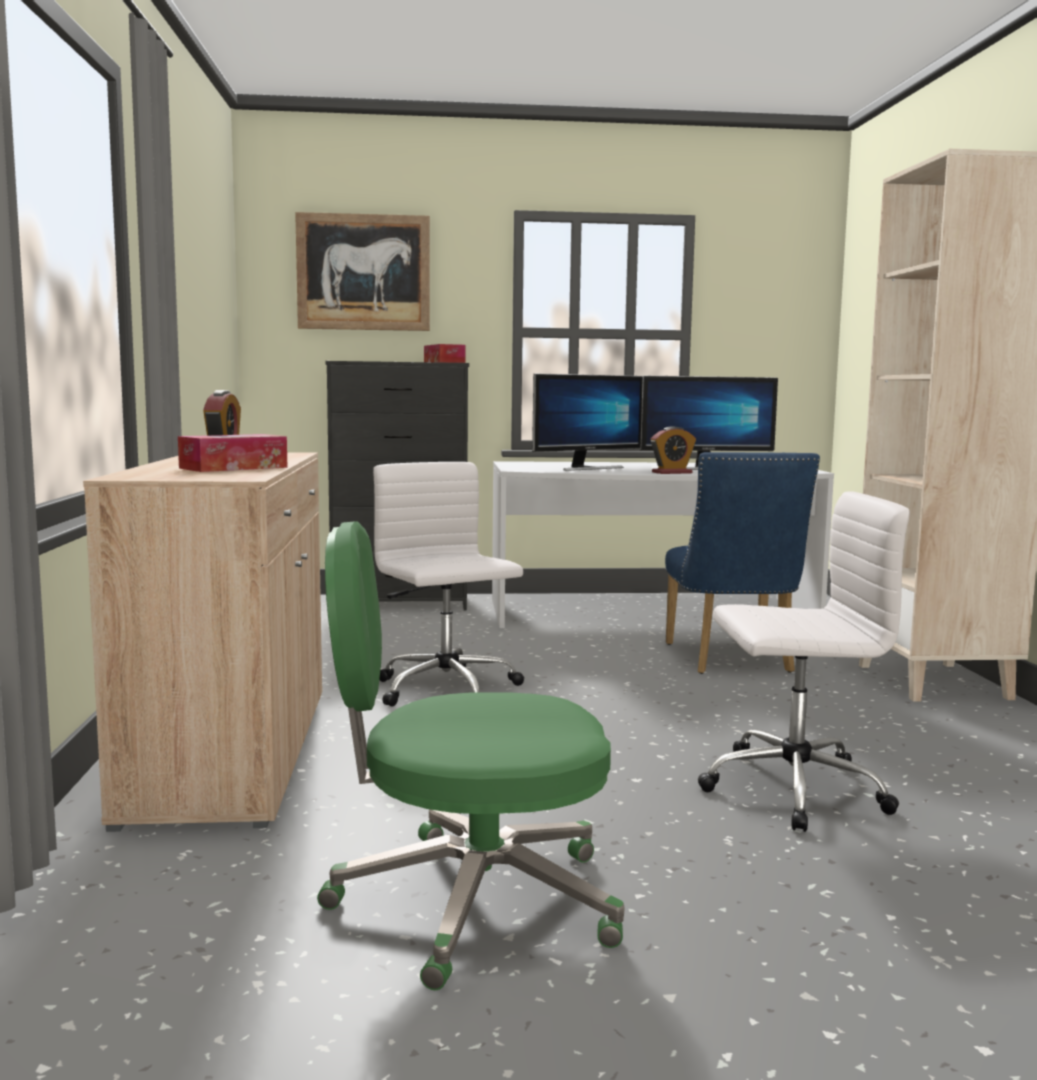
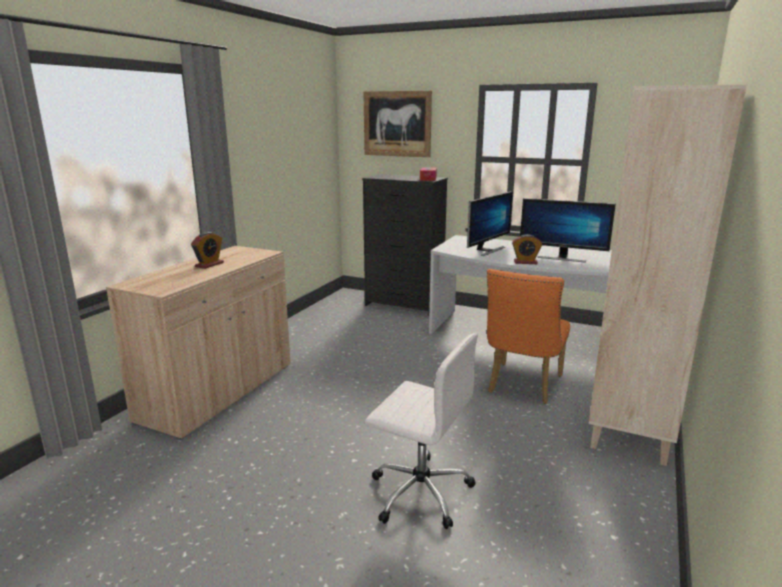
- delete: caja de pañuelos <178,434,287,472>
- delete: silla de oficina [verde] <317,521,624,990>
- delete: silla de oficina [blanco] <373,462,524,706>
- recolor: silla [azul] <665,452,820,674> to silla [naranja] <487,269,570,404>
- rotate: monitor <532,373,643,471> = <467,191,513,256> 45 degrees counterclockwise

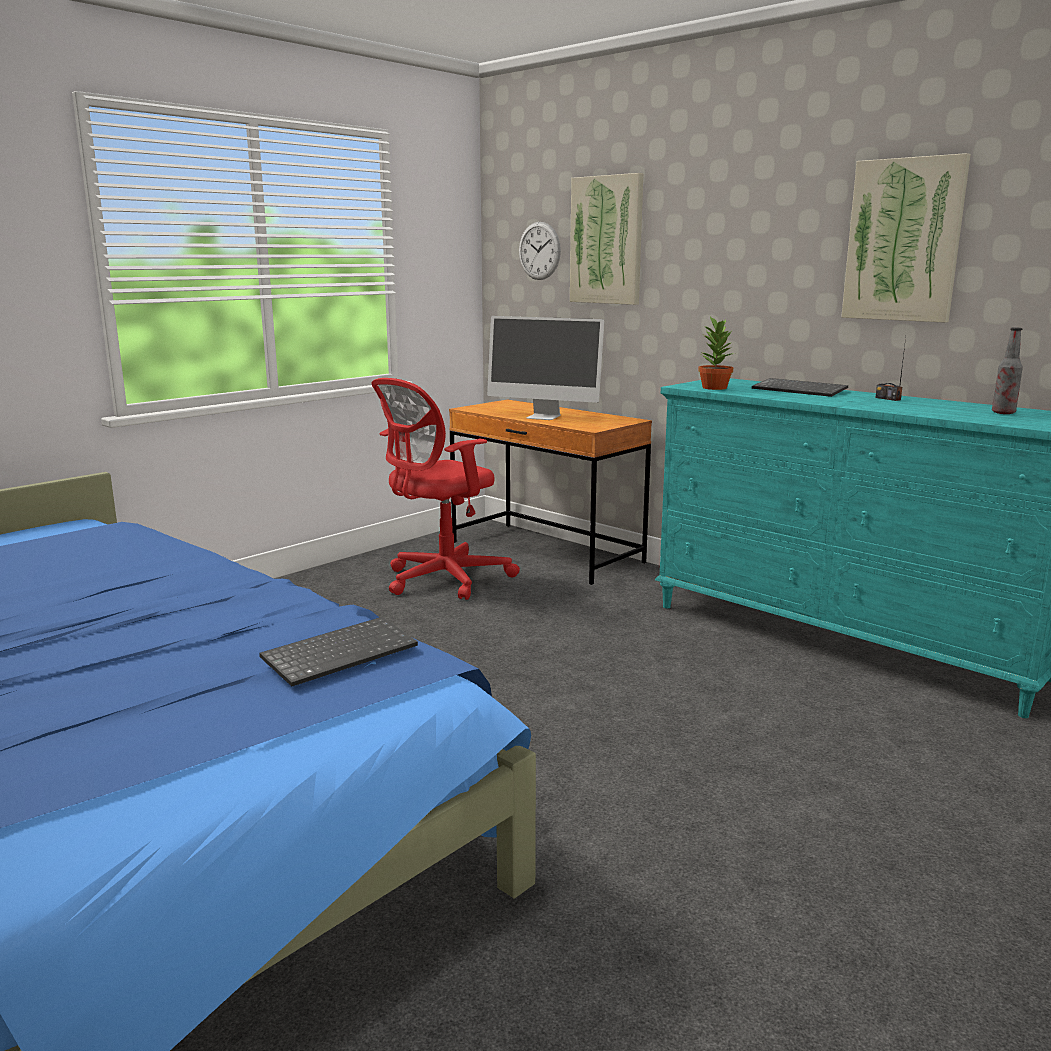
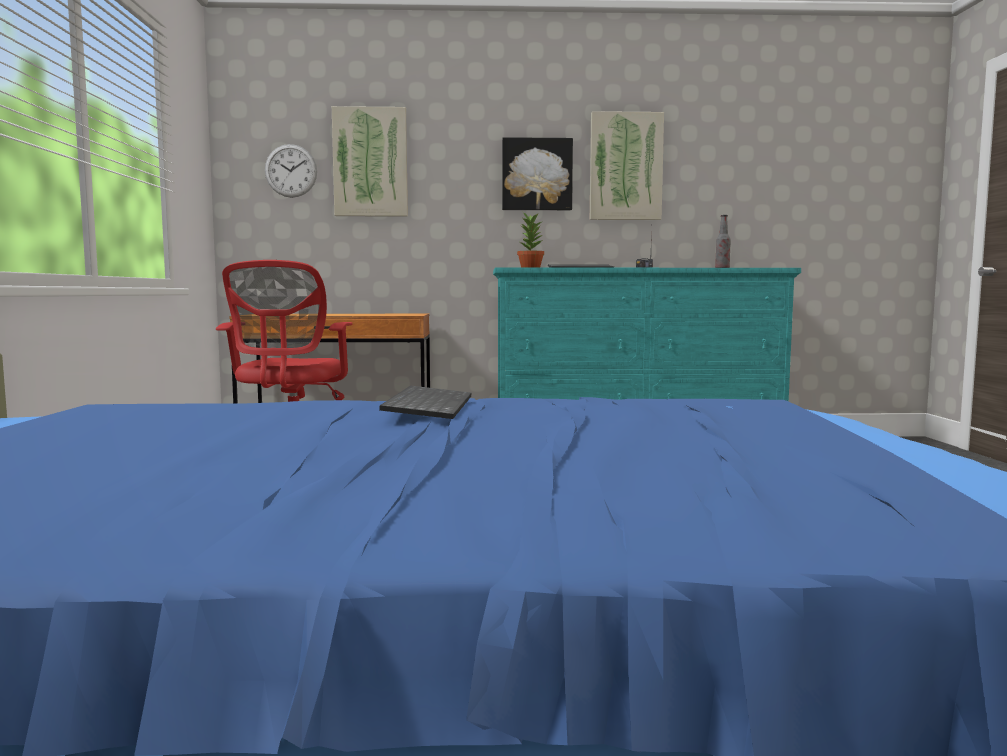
- delete: monitor <487,316,604,420>
- insert: cuadro <502,137,573,210>
- move: teclado <259,617,418,686> to <379,386,471,419>

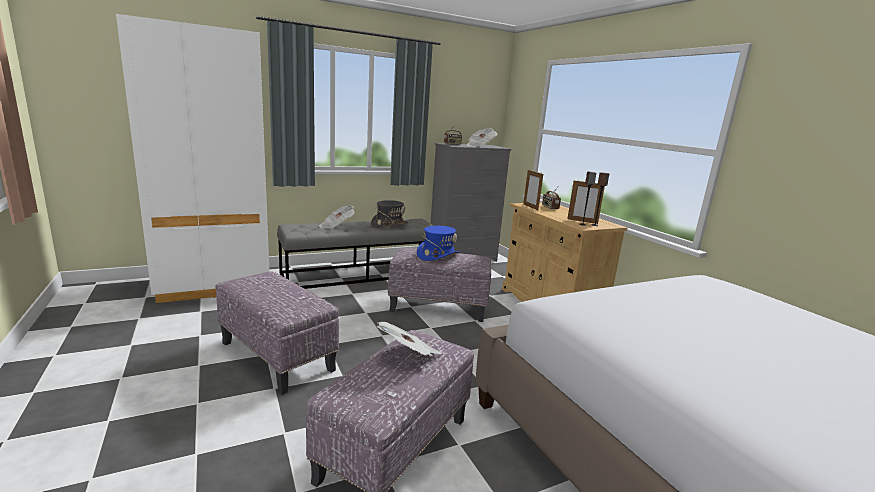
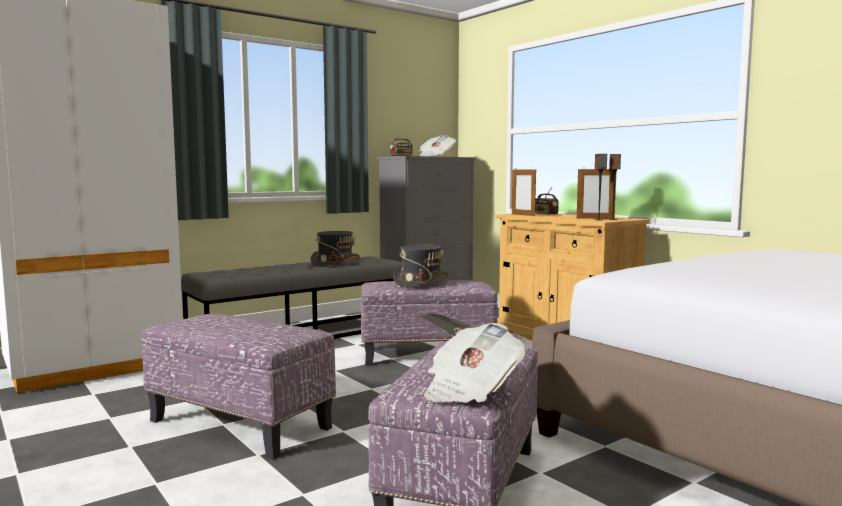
- move: periódico <319,205,355,229> to <424,323,525,403>
- recolor: sombrero [azul] <417,226,460,261> to sombrero [gris] <393,245,449,287>

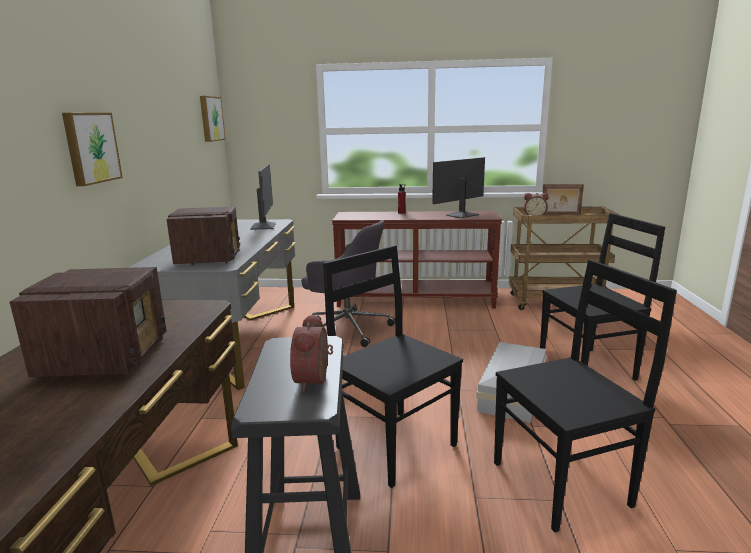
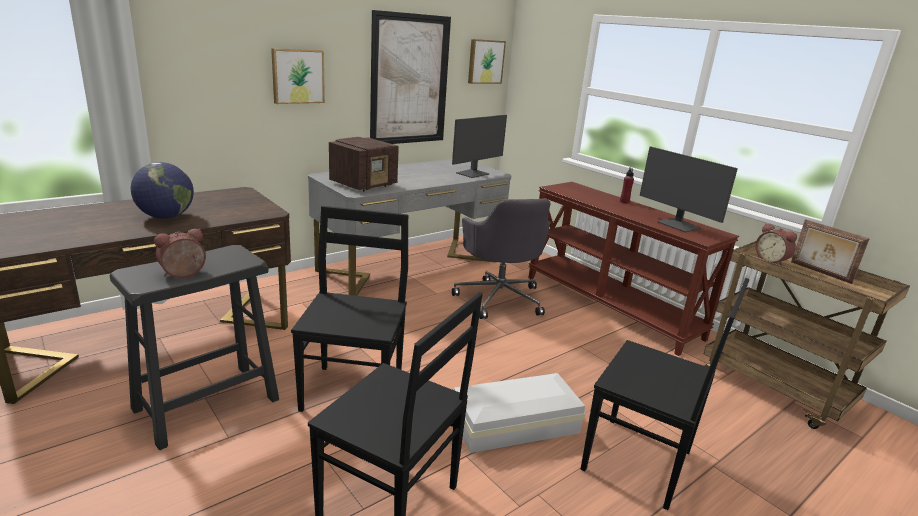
- insert: cuadro <370,10,451,144>
- replace: radio <10,267,166,377> to globo terráqueo <131,162,194,219>
- rotate: monitor <432,157,485,218> = <639,146,738,233> 135 degrees counterclockwise

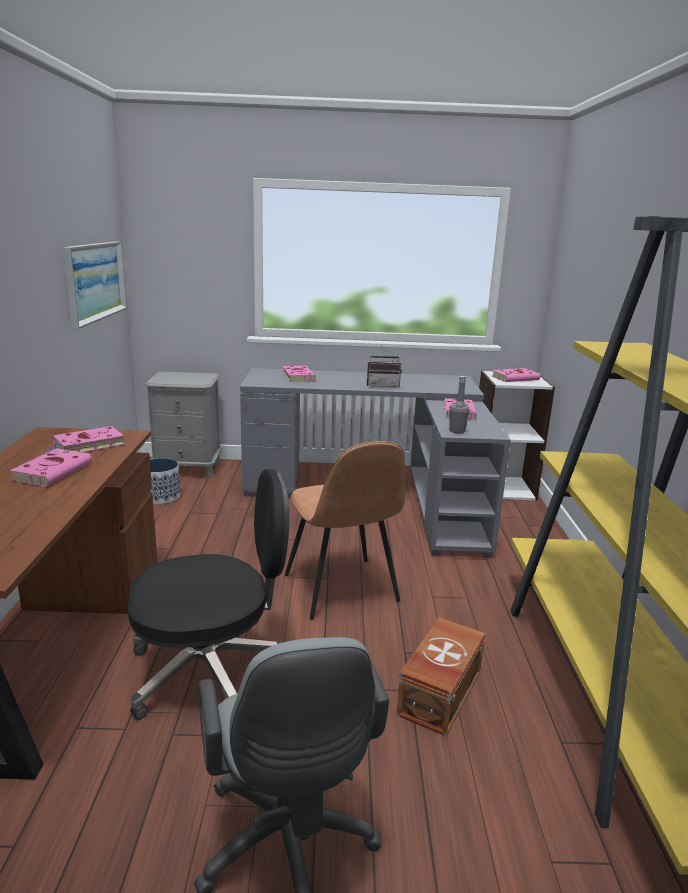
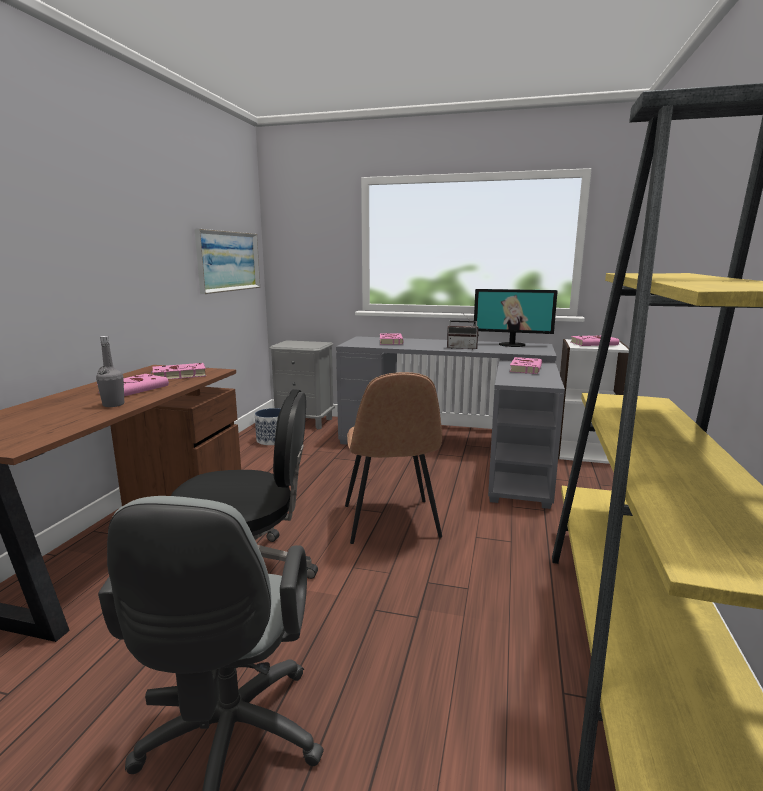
- delete: caja de almacenaje [marrón] <397,618,485,736>
- insert: monitor <474,289,558,347>
- move: botella [gris] <449,376,469,433> to <96,336,124,407>

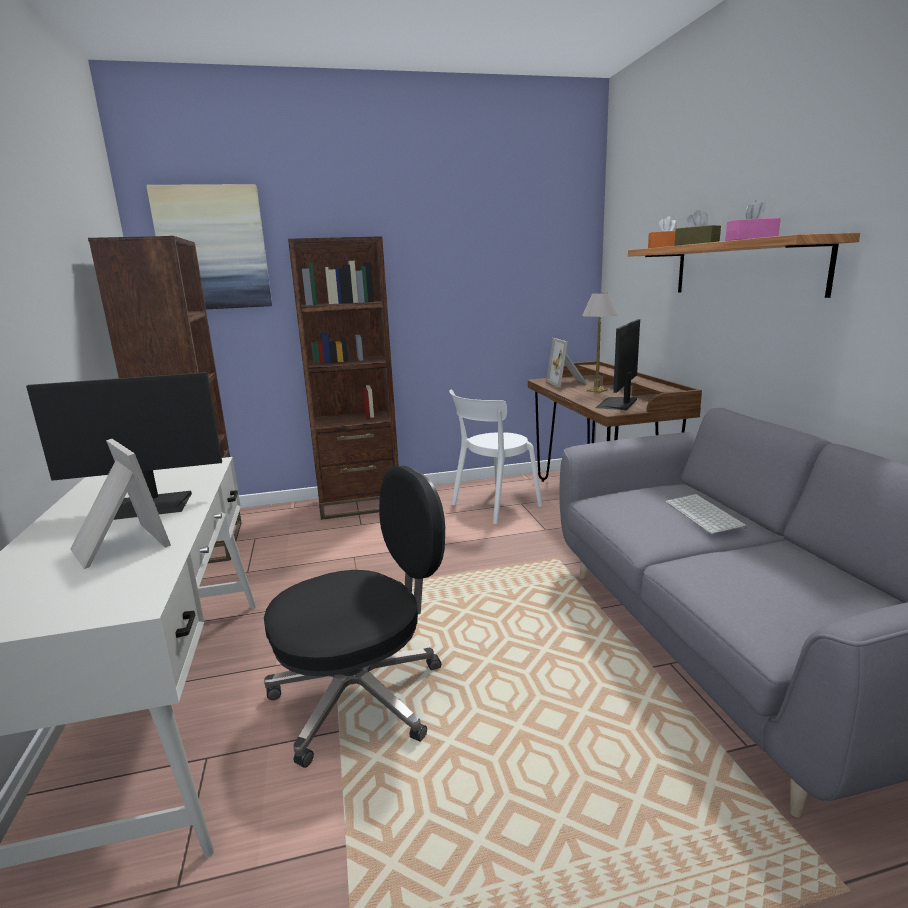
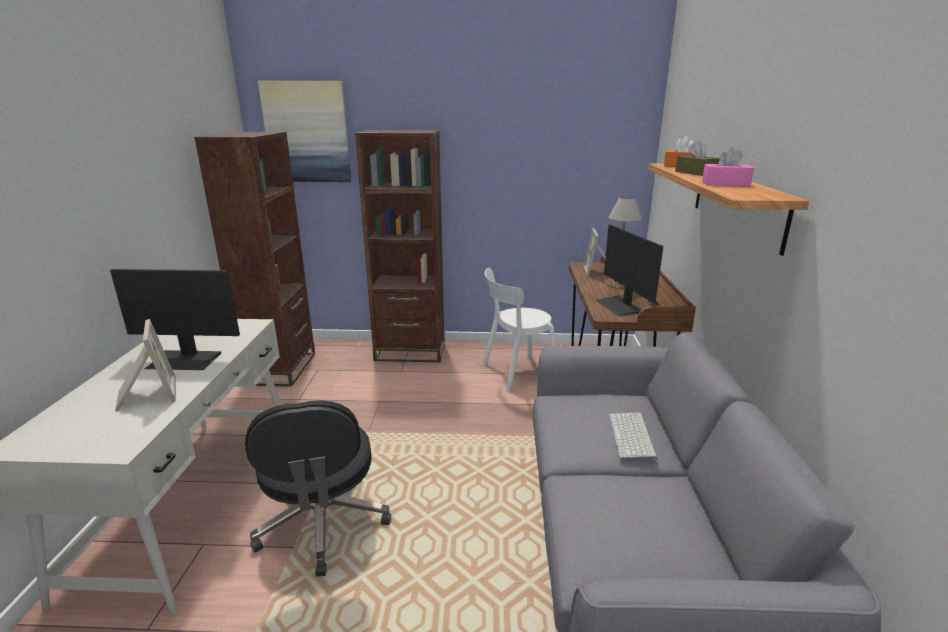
- rotate: silla de oficina [negro] <264,466,445,768> = <245,400,391,576> 90 degrees clockwise
- rotate: monitor <595,319,640,410> = <595,224,663,317> 60 degrees counterclockwise

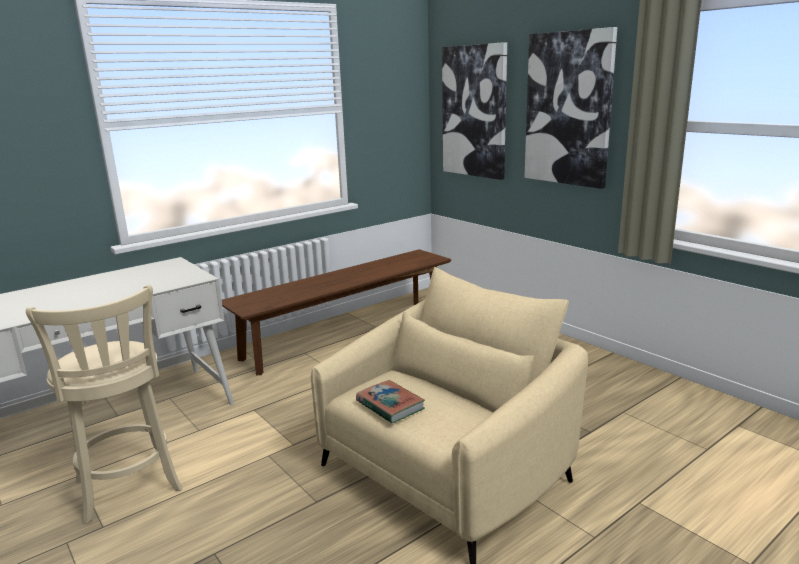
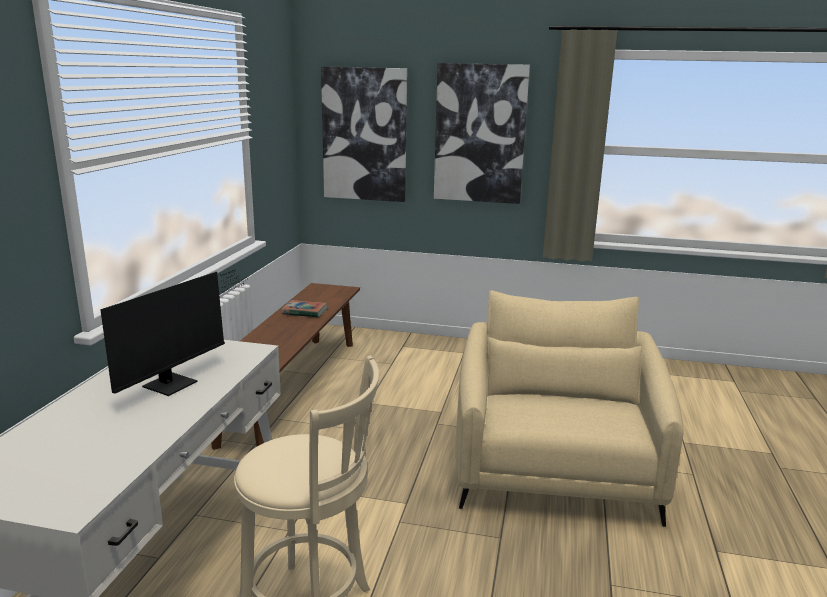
- insert: monitor <100,270,249,396>
- move: libro <356,380,425,423> to <281,300,327,317>

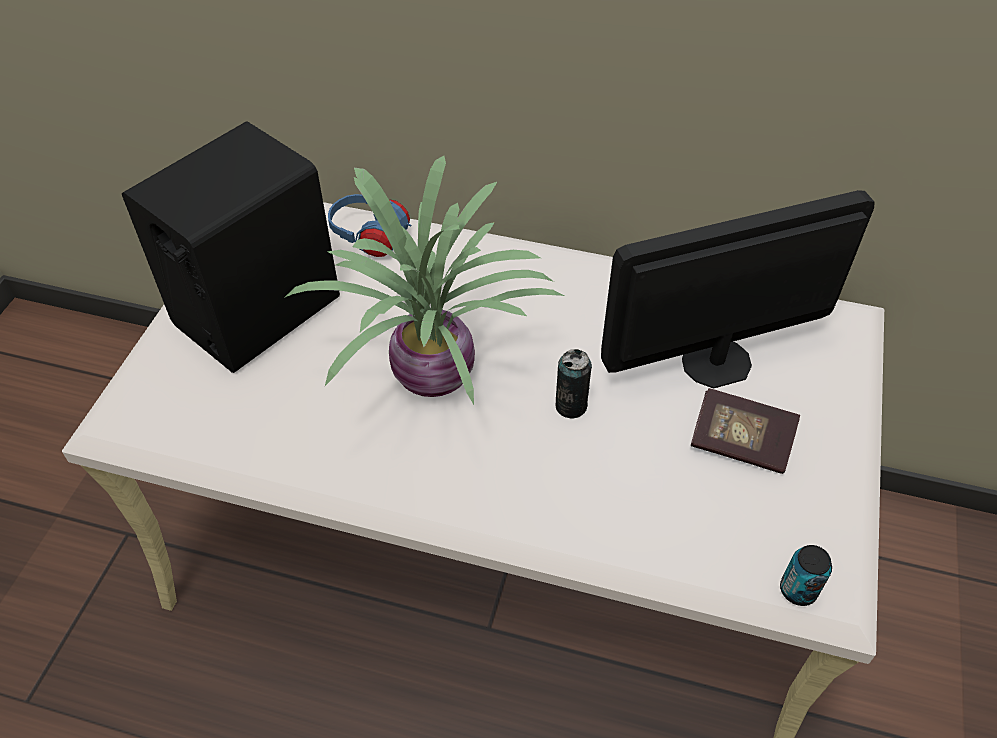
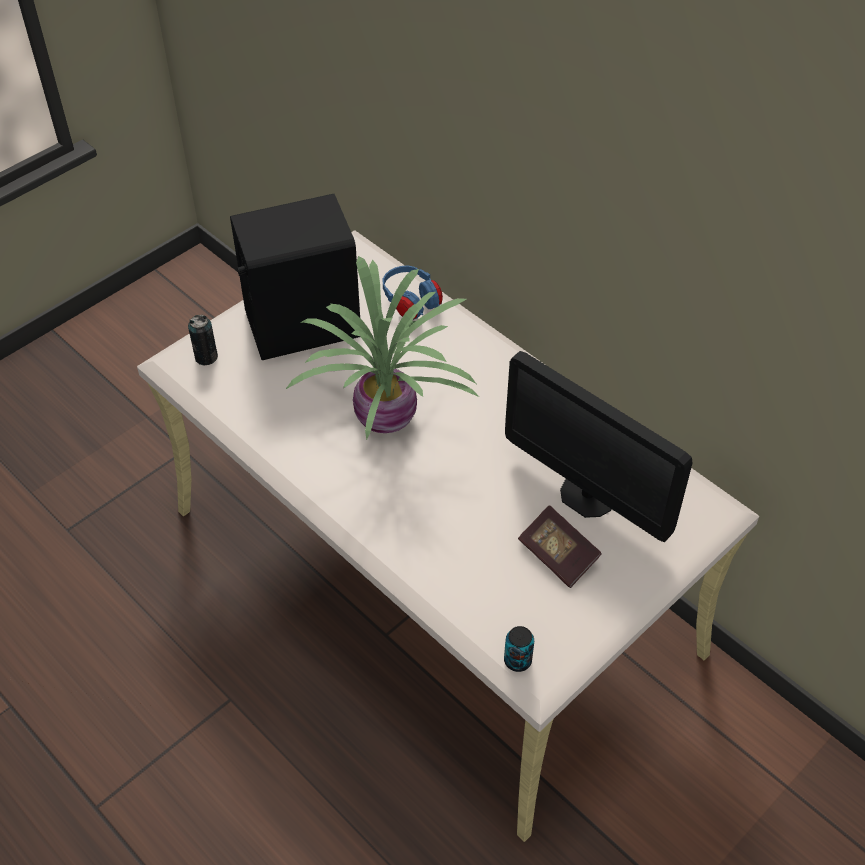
- move: lata <556,349,592,418> to <188,315,218,366>
- rotate: monitor <601,190,874,389> = <505,351,693,542> 150 degrees counterclockwise

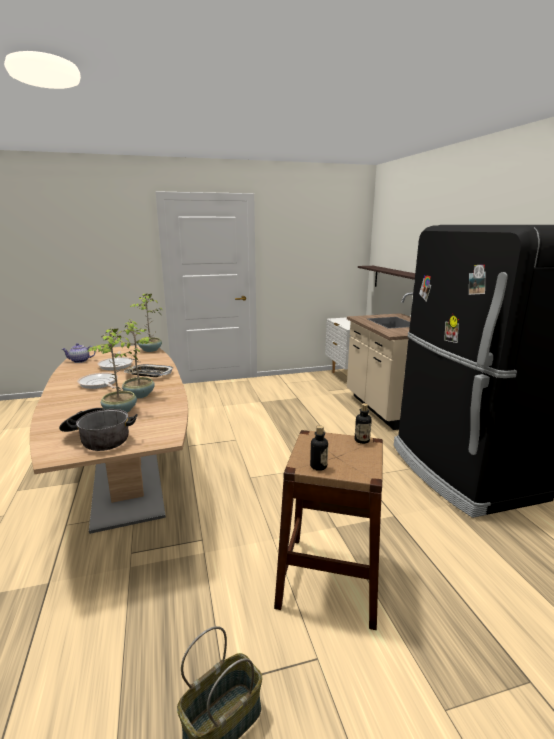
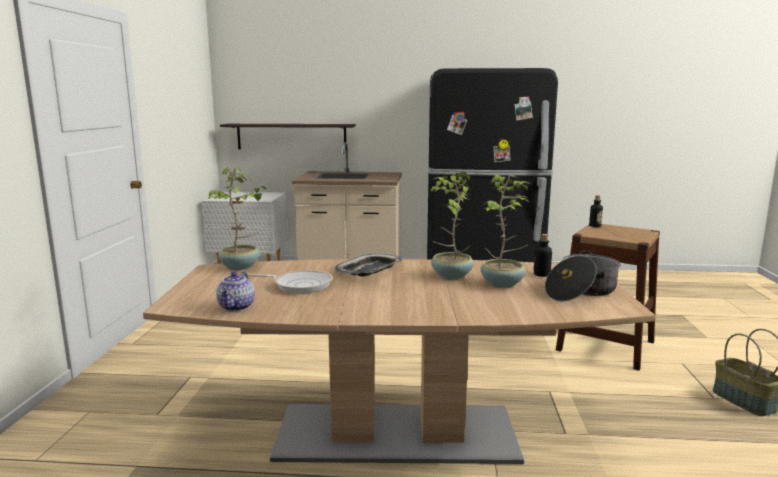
- delete: sartén <77,373,118,389>
- move: botella <310,425,328,471> to <533,234,552,277>

